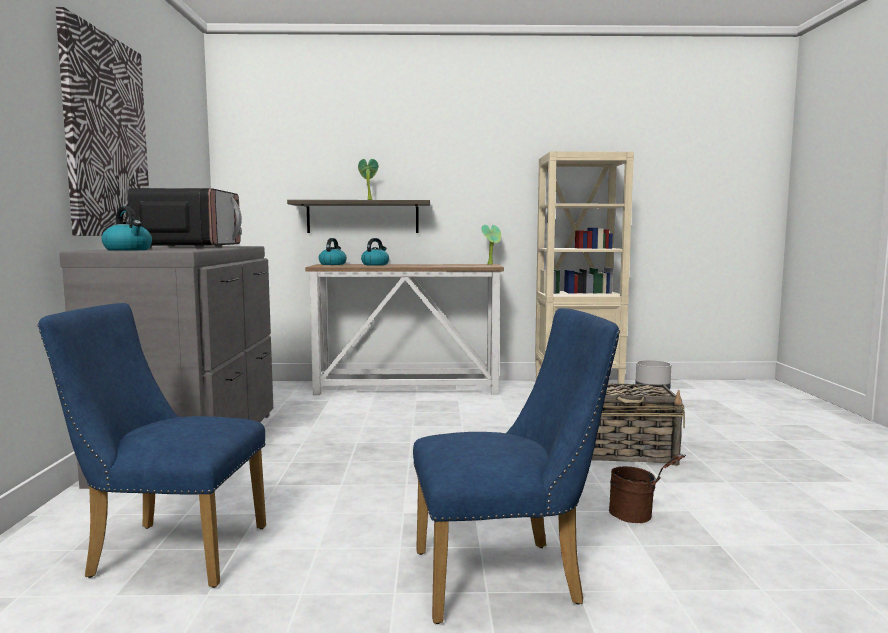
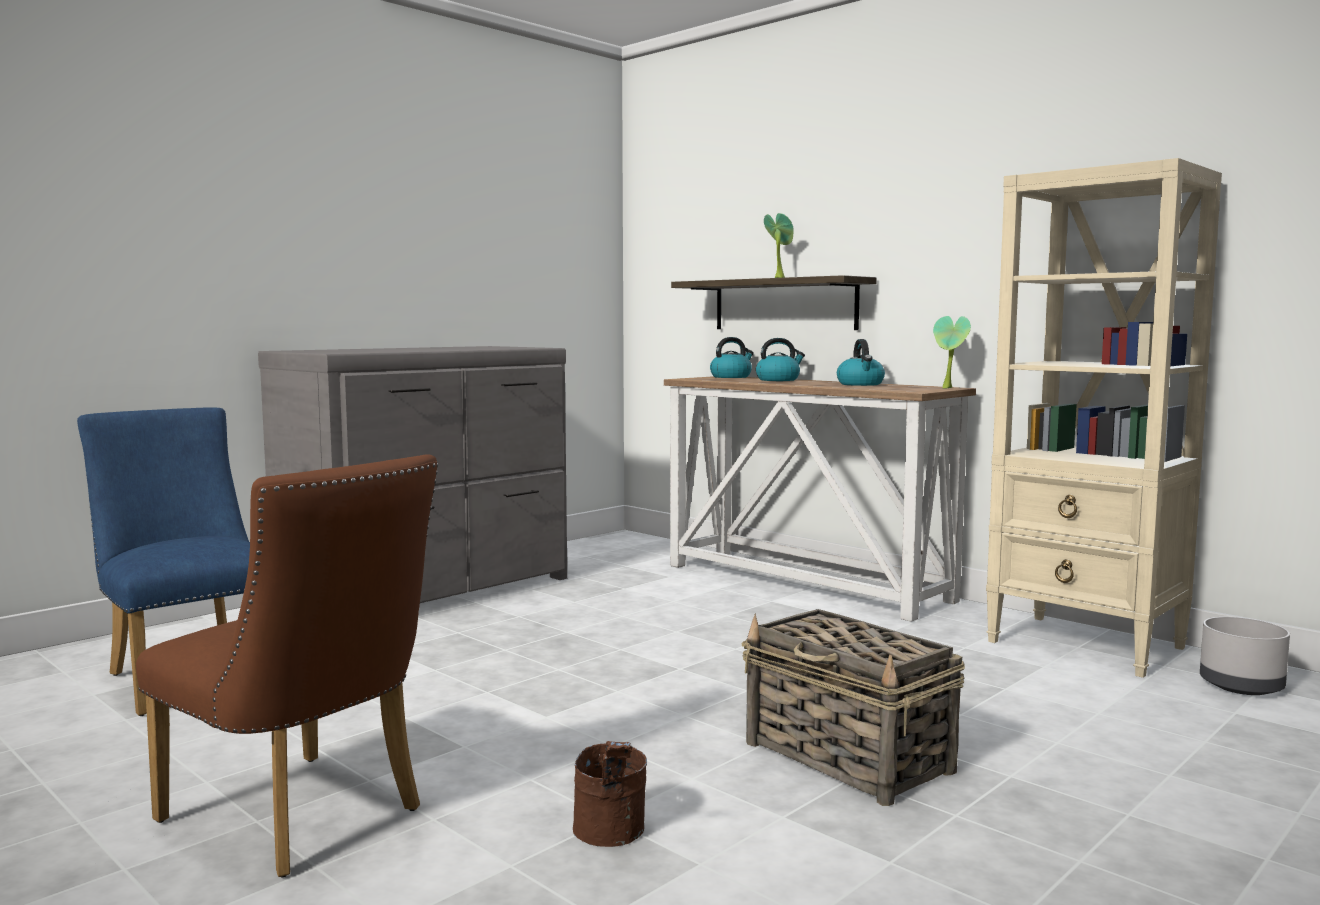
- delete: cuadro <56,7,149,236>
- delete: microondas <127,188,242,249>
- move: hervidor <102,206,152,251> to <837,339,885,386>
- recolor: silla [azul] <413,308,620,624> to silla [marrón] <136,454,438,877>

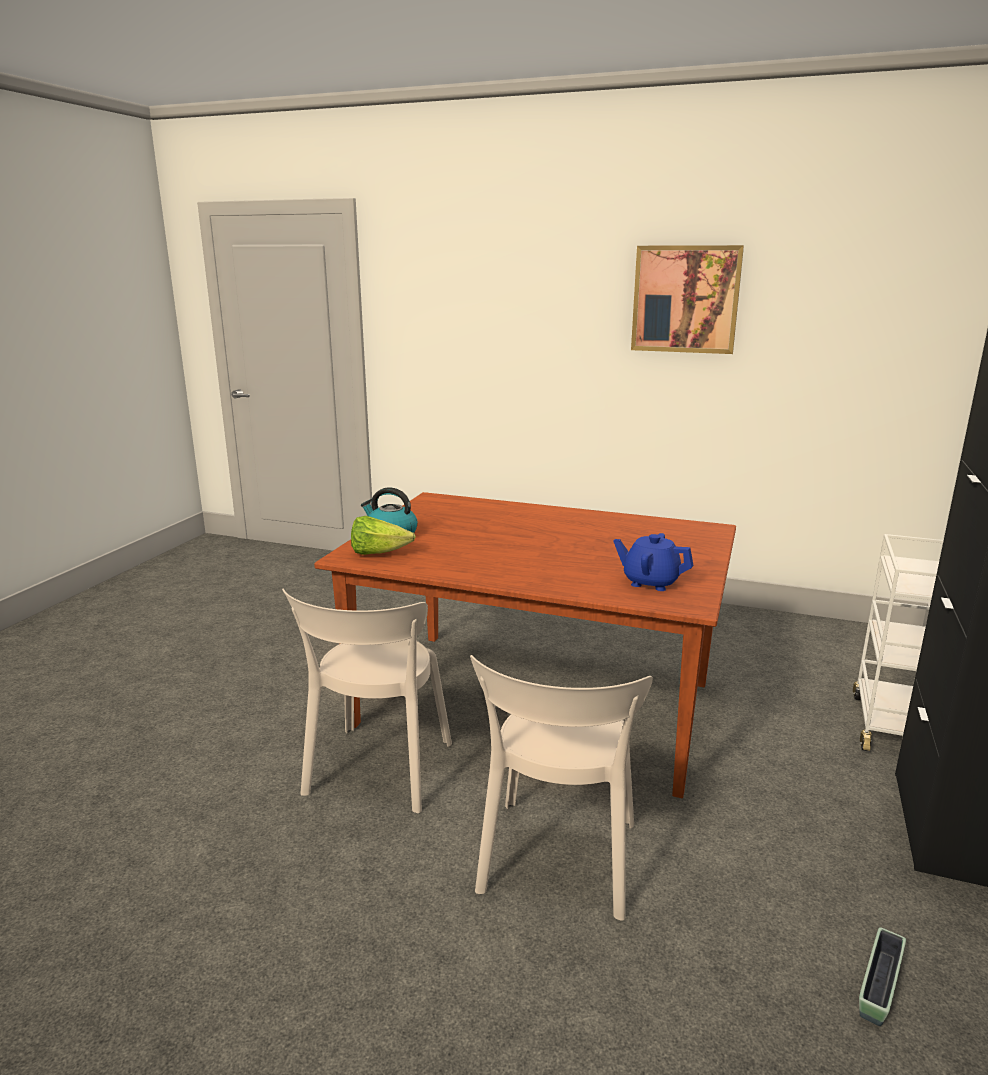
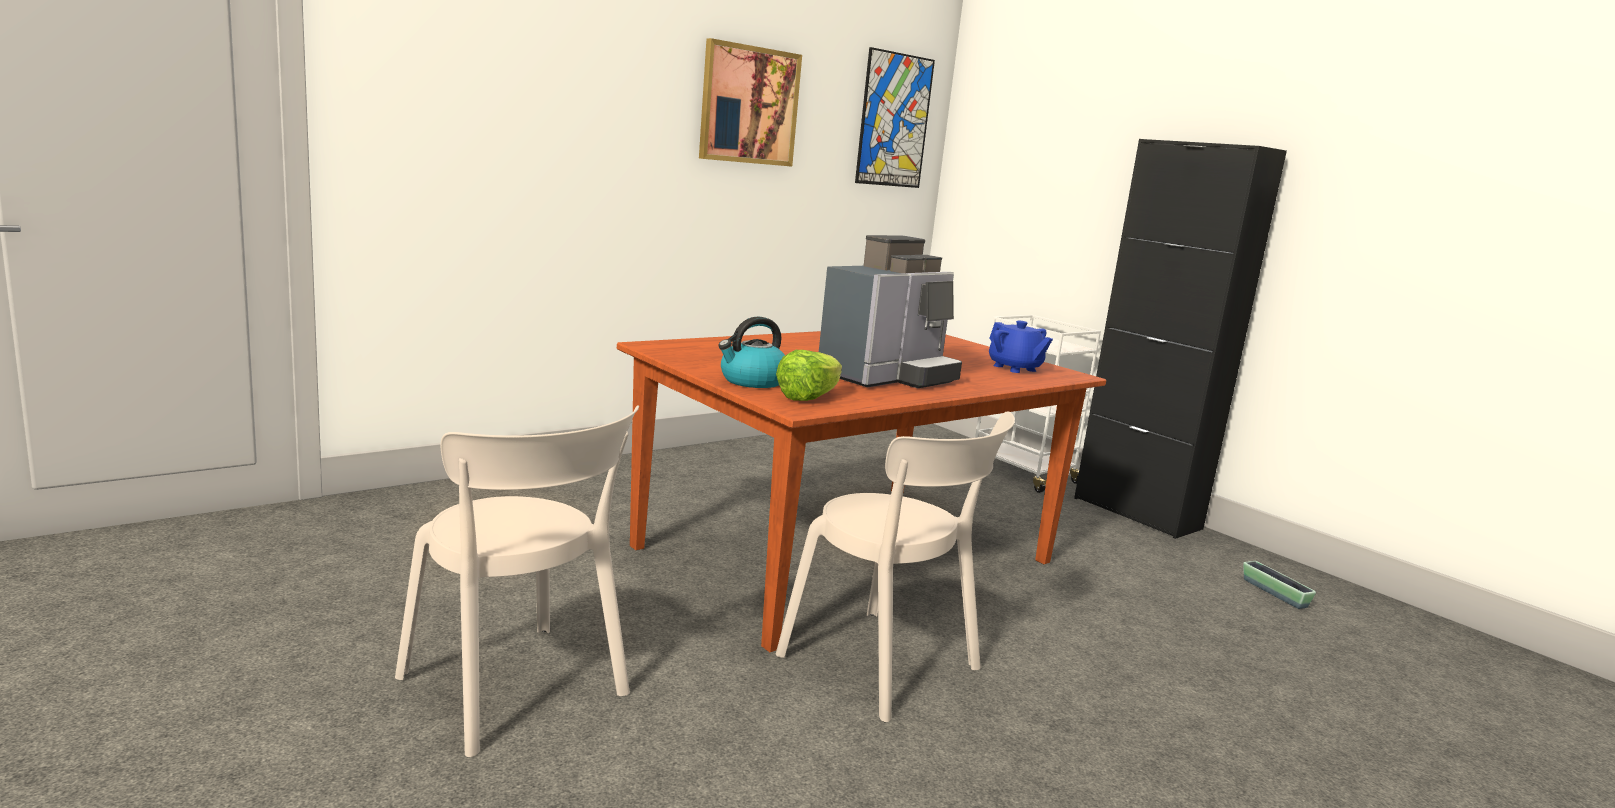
- insert: cafetera <819,235,962,388>
- insert: cuadro <855,47,935,188>
- move: silla [beis] <470,655,653,921> to <395,405,639,758>
- rotate: tetera [azul] <613,533,694,591> = <989,321,1053,373> 90 degrees counterclockwise

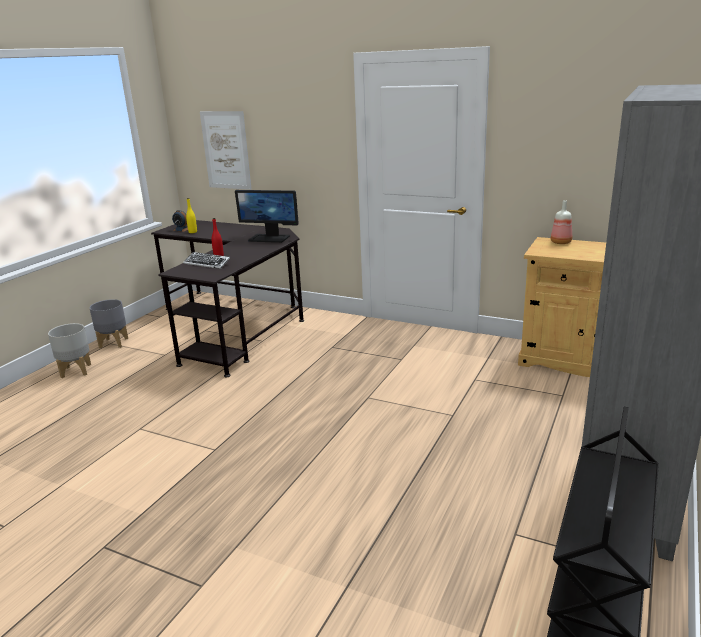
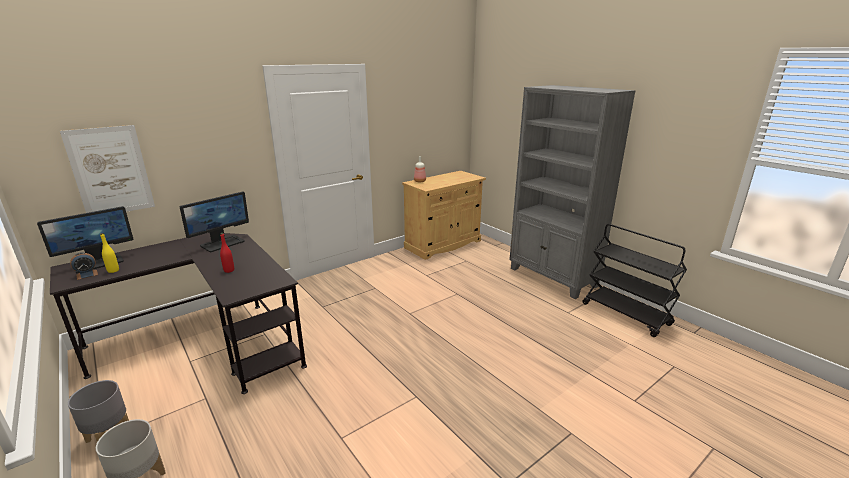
- delete: teclado <183,252,230,269>
- insert: monitor <37,206,133,273>

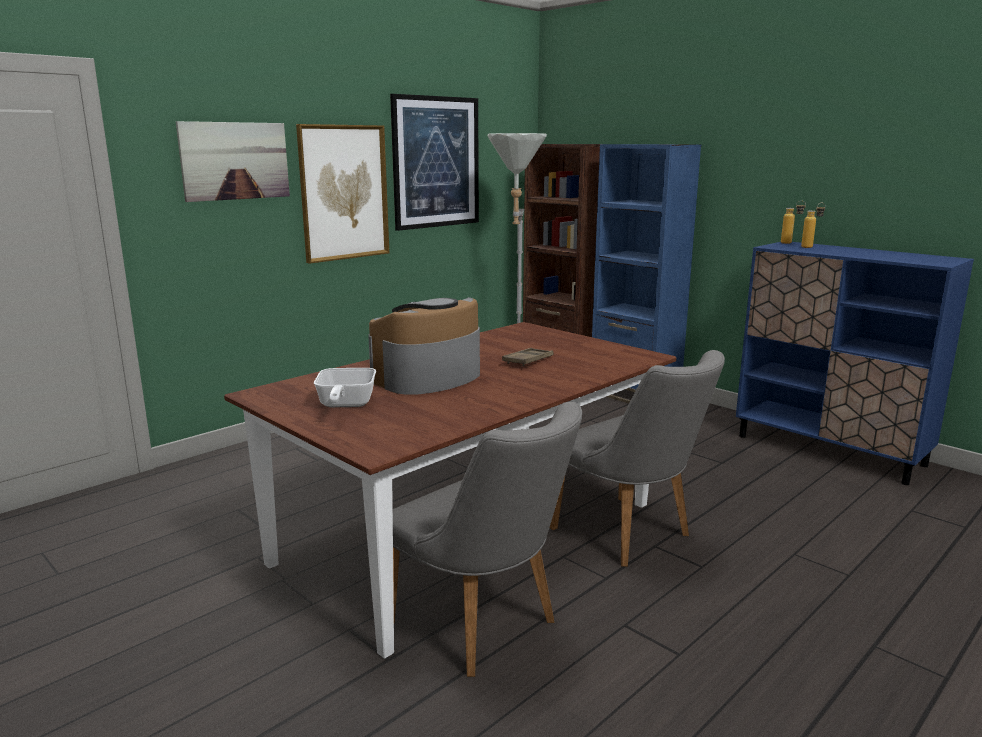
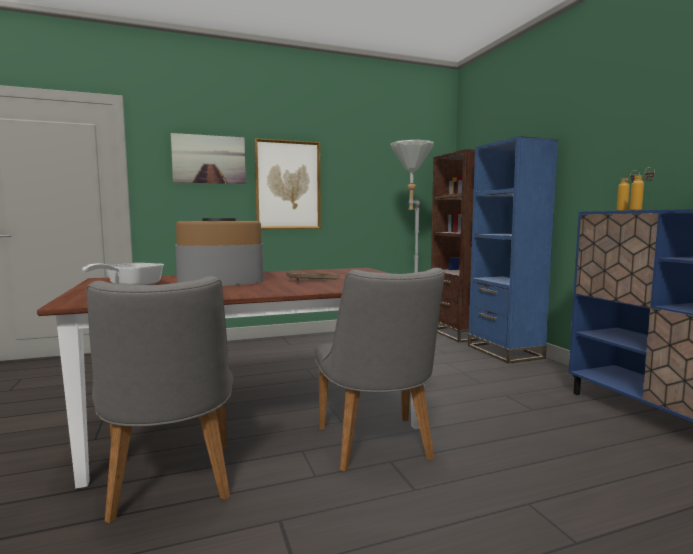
- delete: cuadro <390,94,479,231>

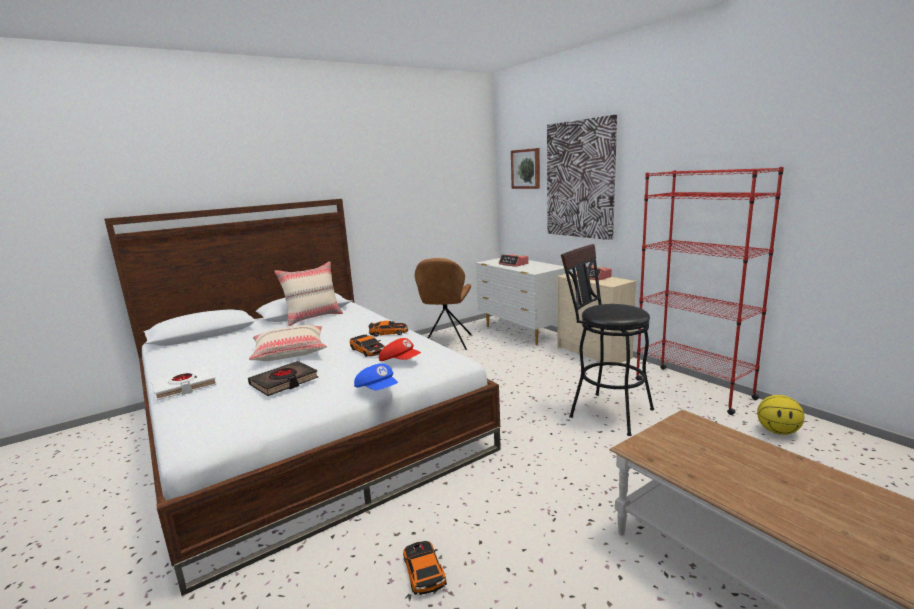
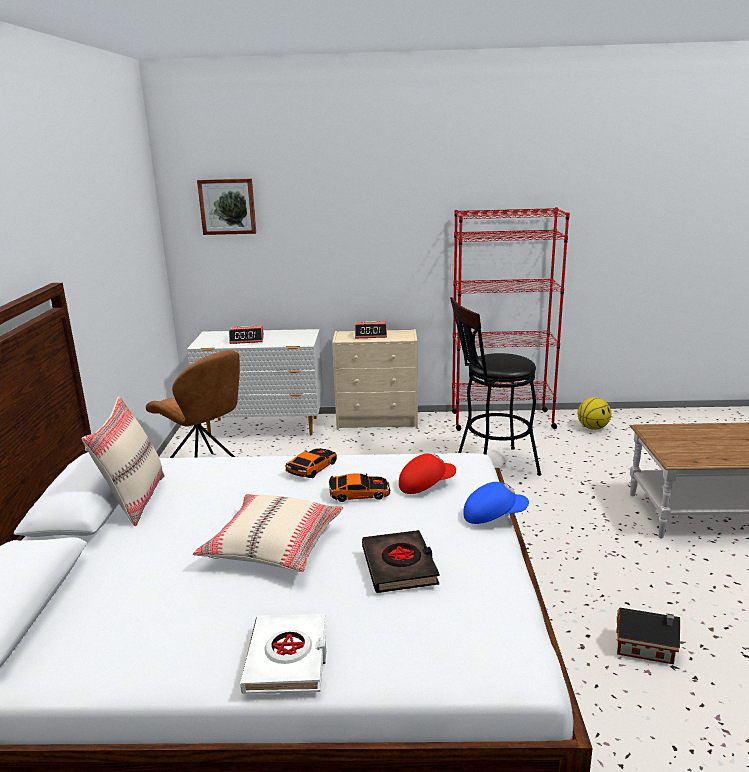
- delete: cuadro <547,115,617,240>
- replace: coche de juguete <403,541,447,595> to casita <616,608,680,664>

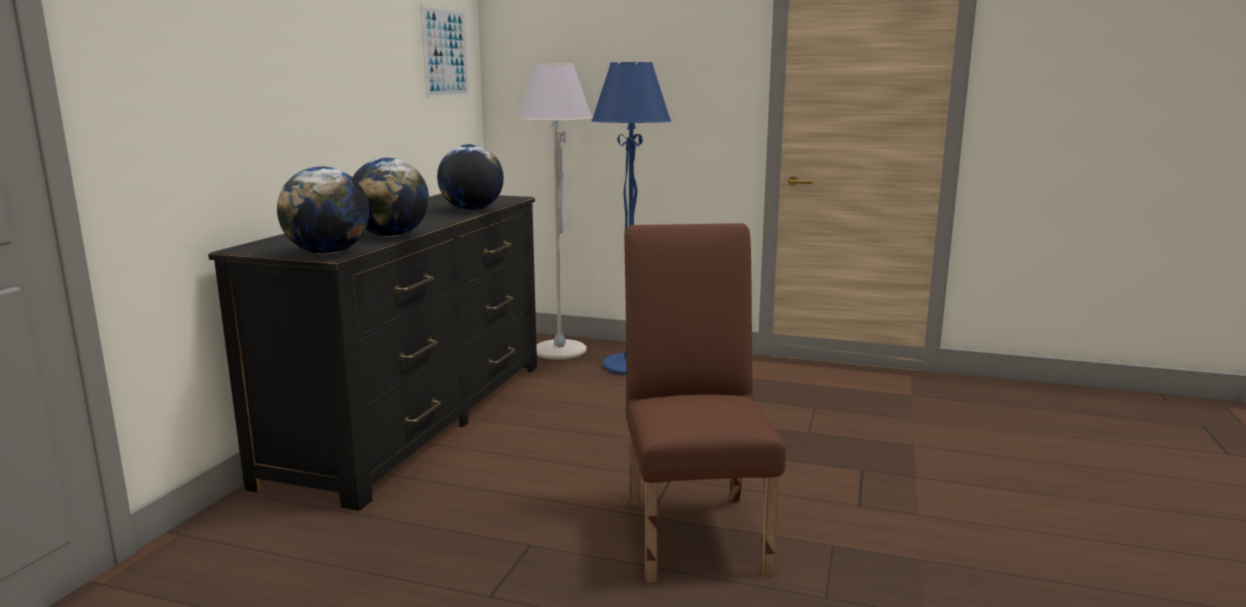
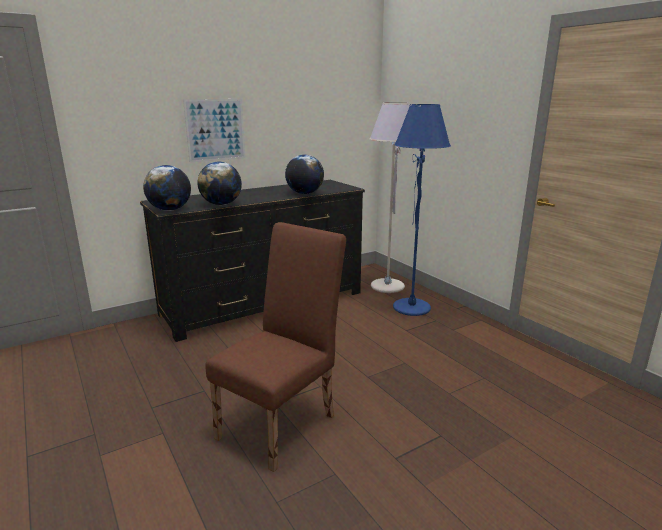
- move: cuadro <420,4,469,98> to <183,99,246,163>

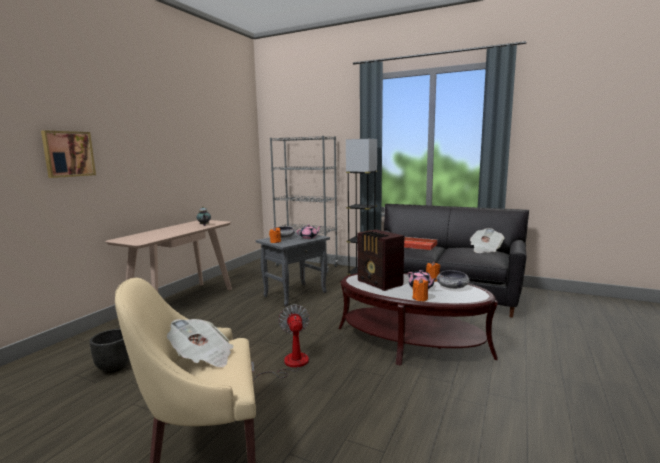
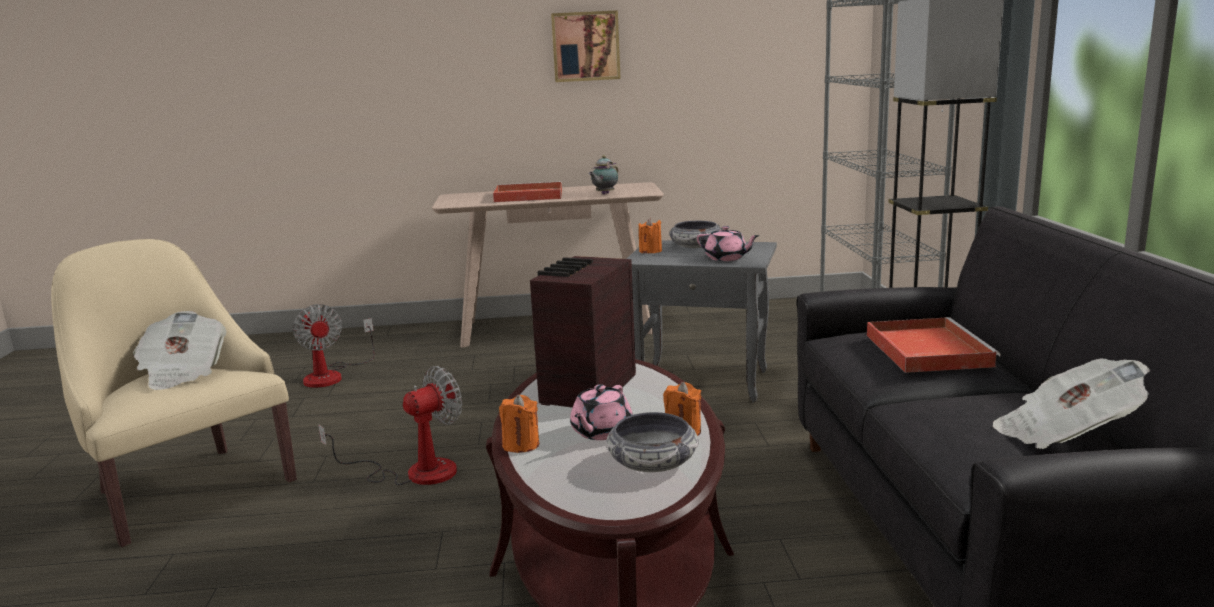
- insert: bandeja [rojo] <493,181,562,202>
- move: cuadro <41,130,96,178> to <551,10,621,82>
- replace: maceta [negro] <89,329,129,373> to ventilador <293,304,374,388>

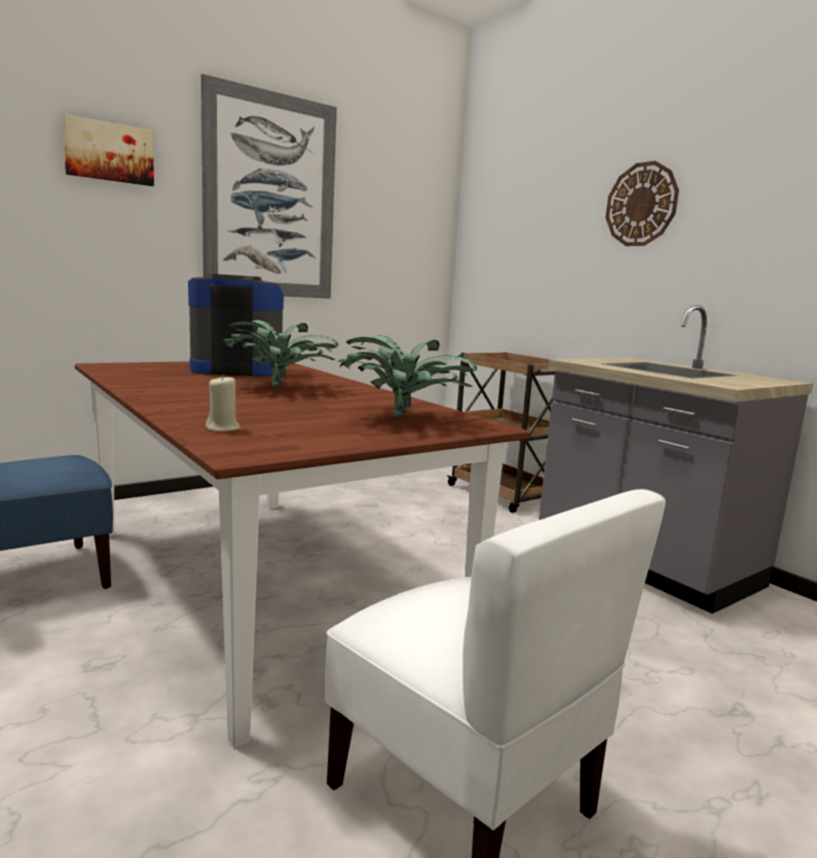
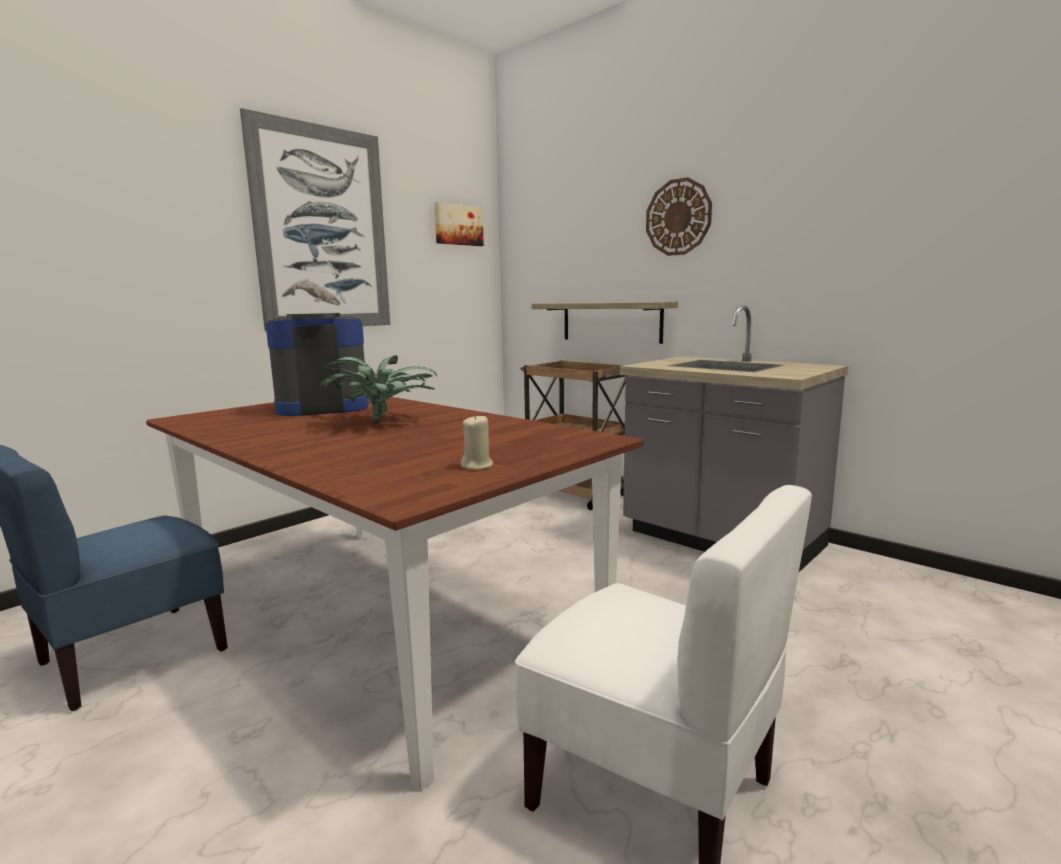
- delete: planta en maceta <338,336,477,419>
- insert: estante <531,302,678,344>
- move: cuadro <63,114,154,186> to <434,202,484,246>
- move: vela [beis] <206,375,240,432> to <461,414,493,470>

